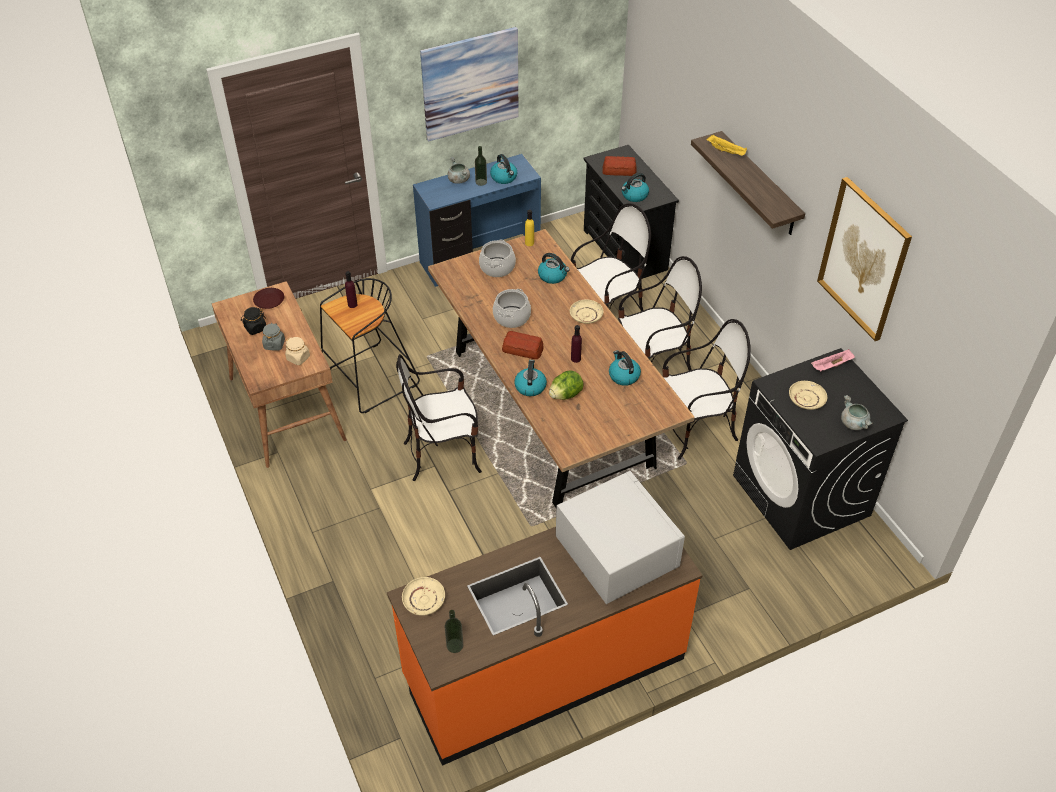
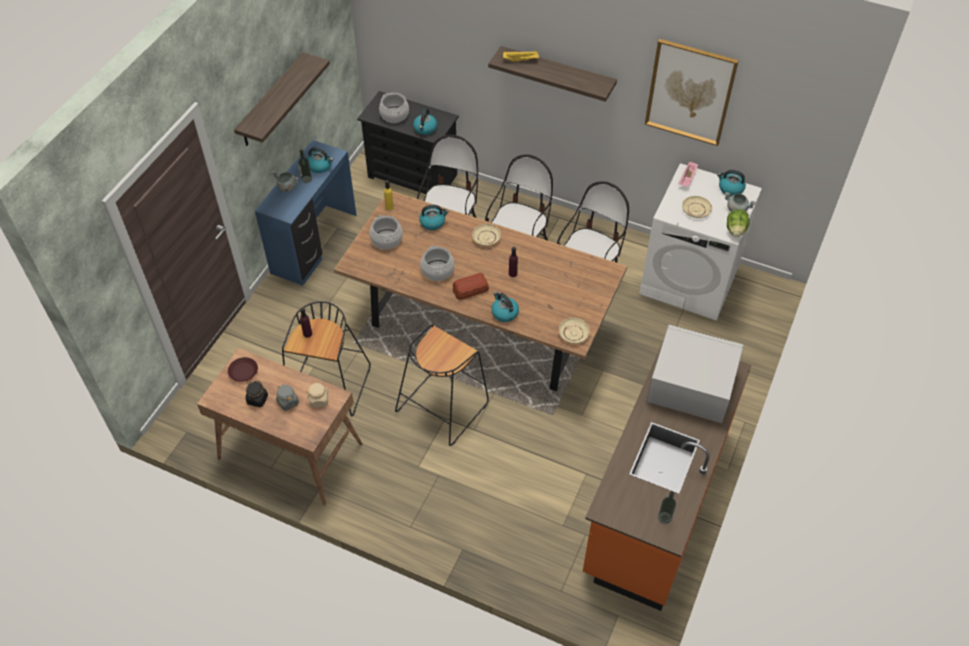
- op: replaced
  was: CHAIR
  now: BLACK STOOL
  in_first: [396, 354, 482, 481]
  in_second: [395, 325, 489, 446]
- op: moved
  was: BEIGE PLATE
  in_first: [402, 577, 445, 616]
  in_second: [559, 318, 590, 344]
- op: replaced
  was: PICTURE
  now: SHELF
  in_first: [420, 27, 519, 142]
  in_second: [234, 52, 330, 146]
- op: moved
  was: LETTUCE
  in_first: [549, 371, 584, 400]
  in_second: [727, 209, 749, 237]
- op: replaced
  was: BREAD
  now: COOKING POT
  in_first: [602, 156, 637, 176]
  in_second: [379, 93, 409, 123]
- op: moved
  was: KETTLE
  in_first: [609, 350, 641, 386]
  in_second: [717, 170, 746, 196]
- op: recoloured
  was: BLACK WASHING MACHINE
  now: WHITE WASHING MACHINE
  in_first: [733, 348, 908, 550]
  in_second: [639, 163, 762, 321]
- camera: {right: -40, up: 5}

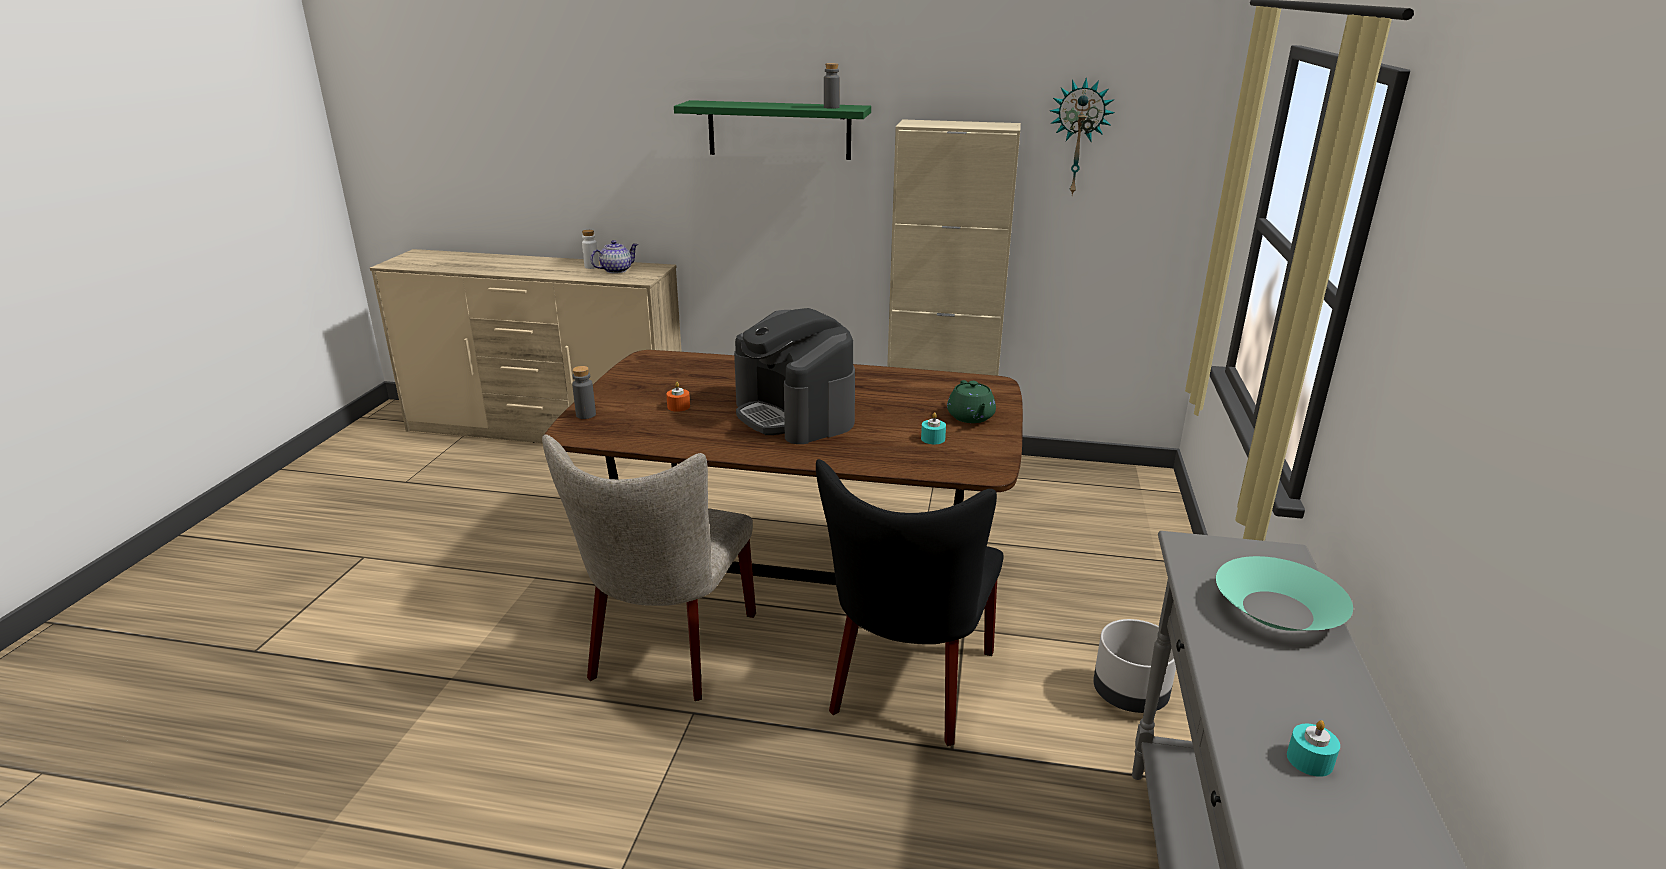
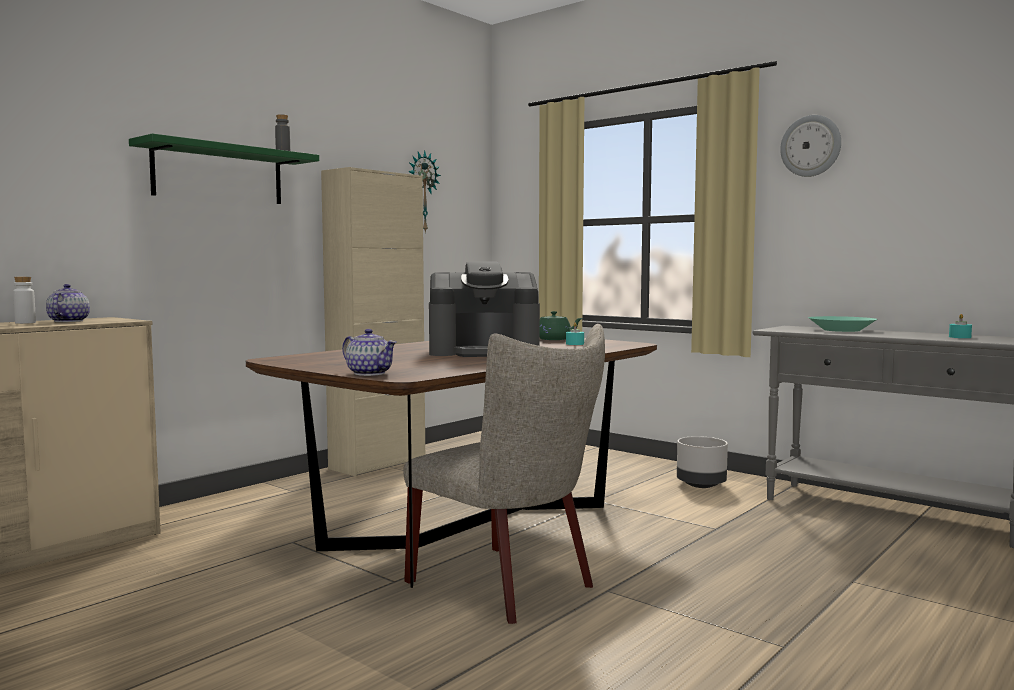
- op: replaced
  was: GREY BOTTLE
  now: TEAPOT
  in_first: [572, 366, 596, 419]
  in_second: [342, 329, 397, 376]
- op: removed
  was: ORANGE CANDLE
  in_first: [666, 382, 690, 412]
- op: removed
  was: BLACK CHAIR
  in_first: [816, 459, 1003, 746]
- op: added
  now: WALL CLOCK
  in_second: [780, 115, 841, 177]
- camera: {right: -60, up: -20}

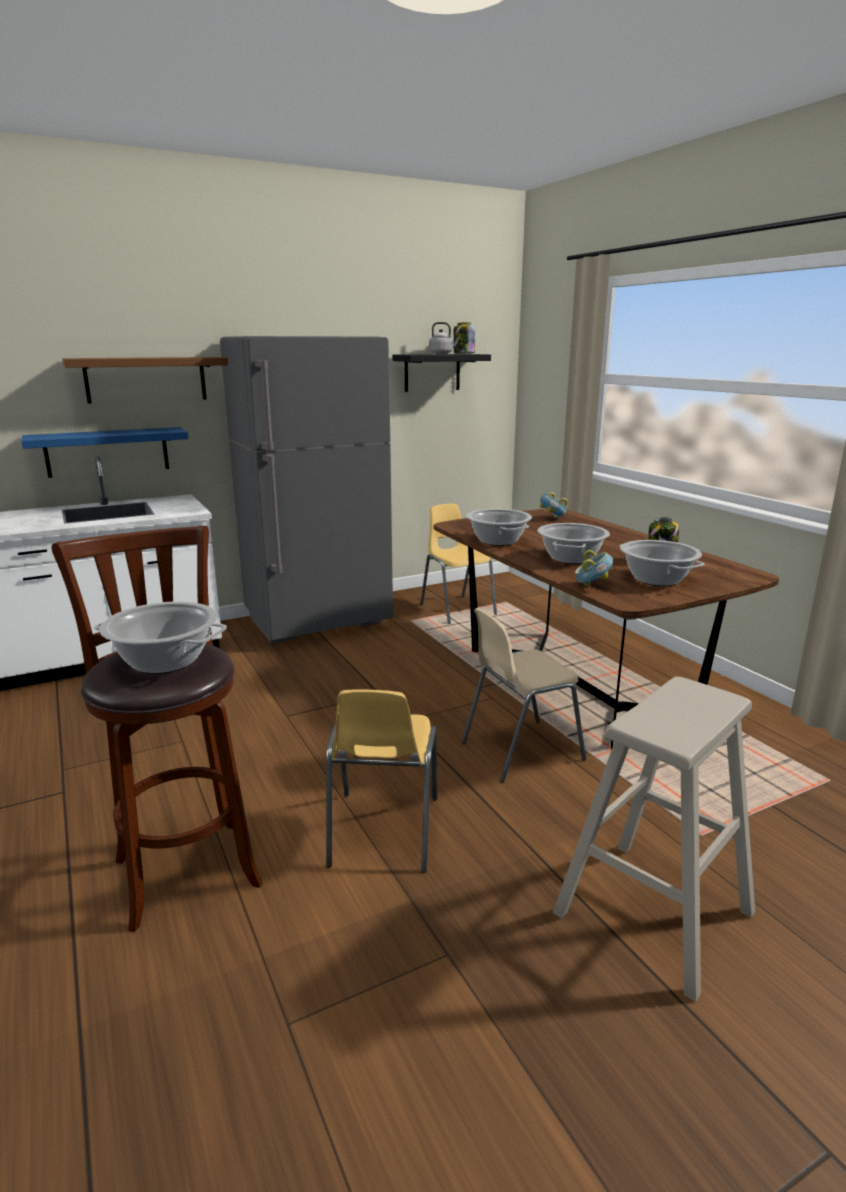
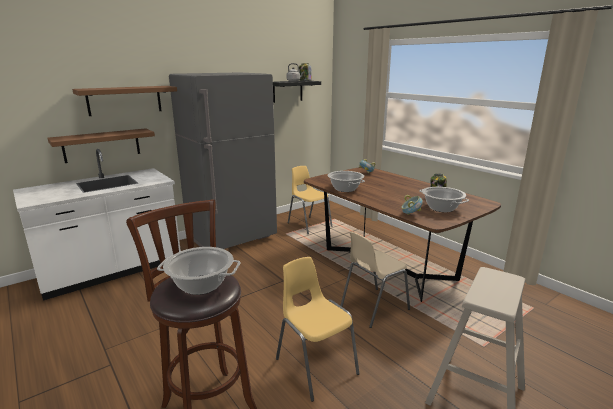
- op: recoloured
  was: BLUE SHELF
  now: BROWN SHELF
  in_first: [21, 427, 188, 478]
  in_second: [47, 128, 155, 163]
- op: turned
  was: YELLOW CHAIR
  in_first: [326, 689, 437, 873]
  in_second: [276, 257, 359, 402]
  clockwise: 150
- op: removed
  was: COOKING POT
  in_first: [537, 523, 610, 564]
- camera: {right: -10, up: 0}

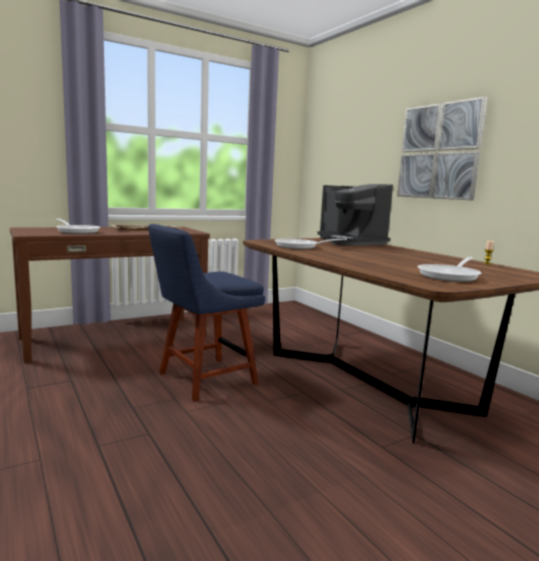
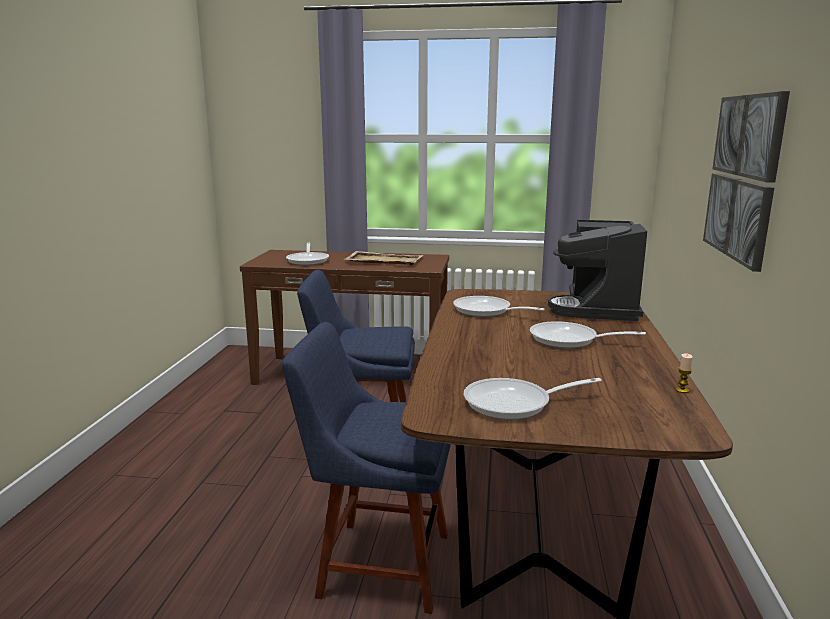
- op: added
  now: BLUE CHAIR
  in_second: [282, 322, 451, 614]
- op: added
  now: FRYING PAN
  in_second: [530, 321, 646, 348]
- camera: {right: 40, up: 5}

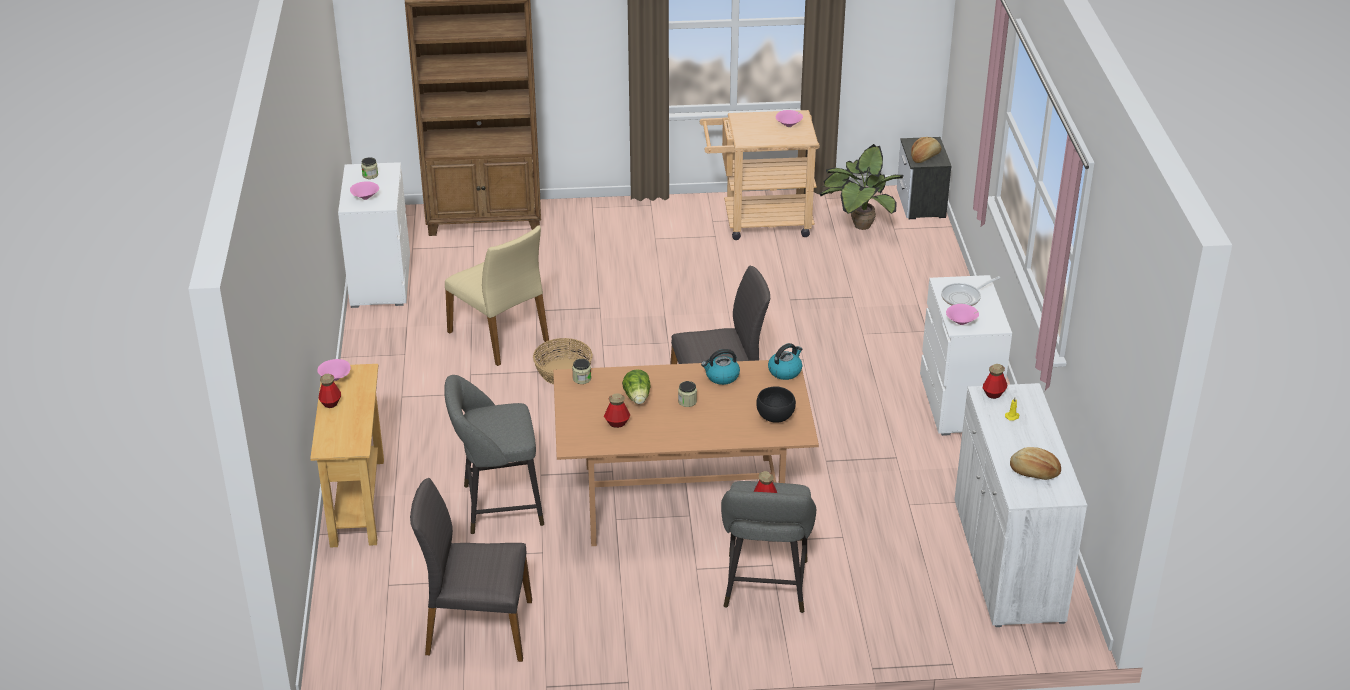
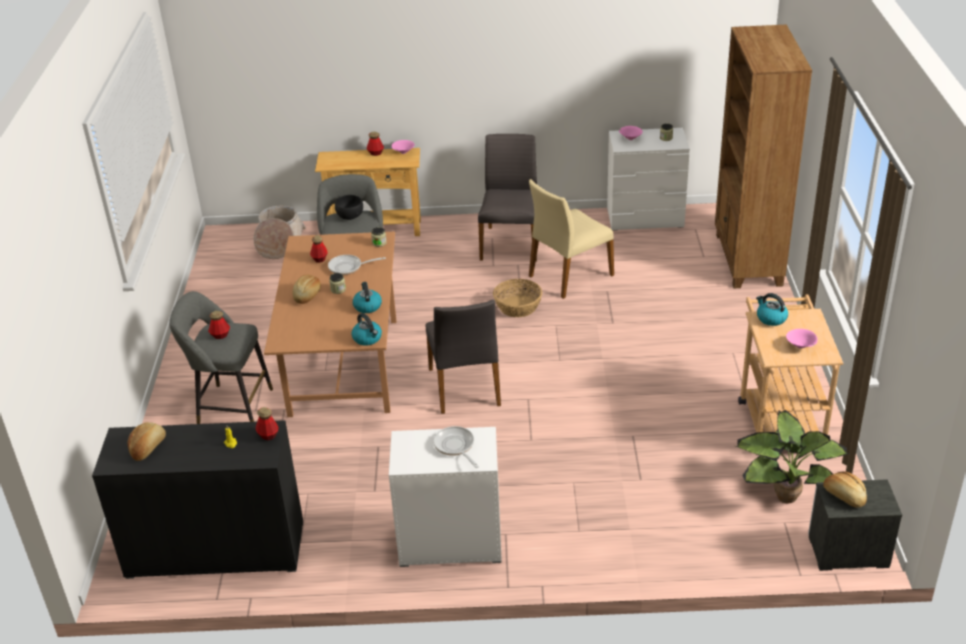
- op: moved
  was: GREY CHAIR
  in_first: [410, 478, 532, 662]
  in_second: [478, 134, 537, 262]
- op: replaced
  was: LETTUCE
  now: FRYING PAN
  in_first: [622, 369, 651, 404]
  in_second: [328, 255, 386, 275]
- op: moved
  was: BLACK BOWL
  in_first: [756, 386, 796, 423]
  in_second: [335, 195, 363, 220]
- op: removed
  was: PINK BOWL
  in_first: [946, 304, 979, 325]
- op: recoloured
  was: WHITE CABINET
  now: BLACK CABINET
  in_first: [954, 383, 1087, 627]
  in_second: [92, 420, 303, 579]
- op: added
  now: BASKET
  in_second: [253, 206, 306, 259]
- op: added
  now: BREAD
  in_second: [292, 275, 321, 304]
- op: added
  now: KETTLE
  in_second: [756, 293, 788, 326]
- camera: {right: 95, up: 0}

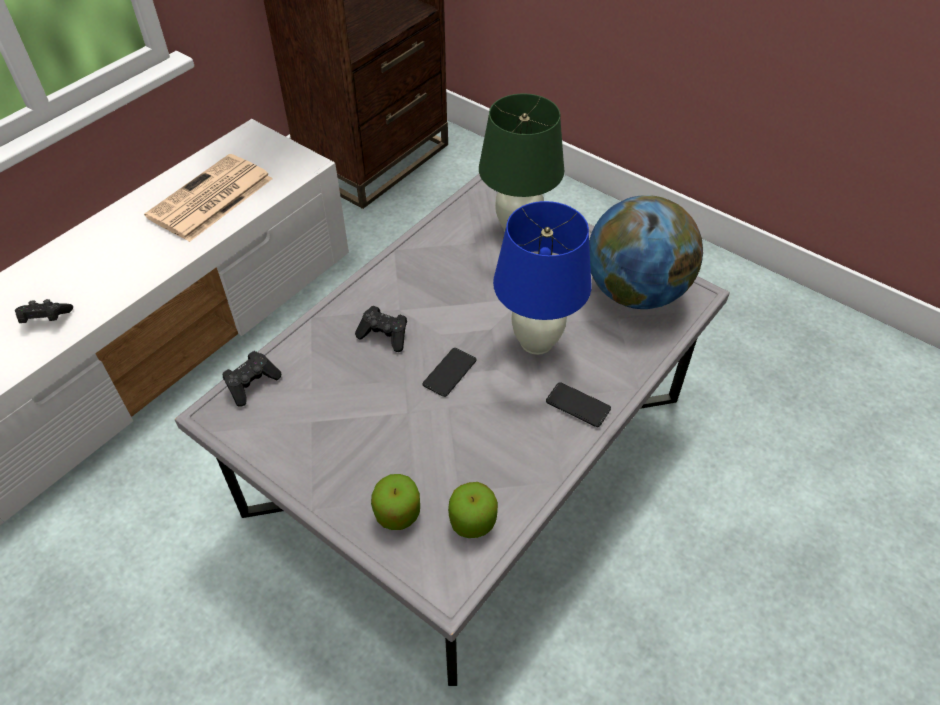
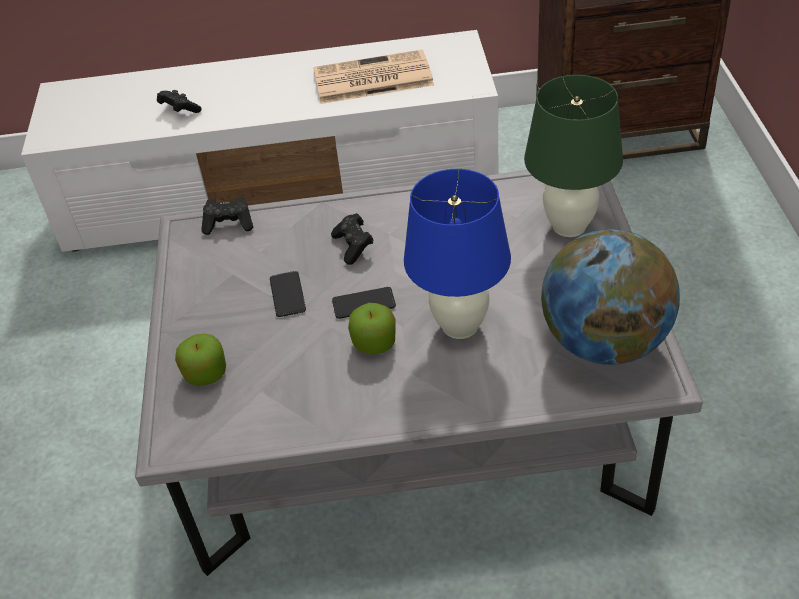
- op: moved
  was: APPLE
  in_first: [448, 482, 498, 538]
  in_second: [348, 303, 396, 354]
- op: moved
  was: PHONE
  in_first: [546, 382, 611, 427]
  in_second: [270, 271, 306, 317]
- camera: {right: 50, up: -5}

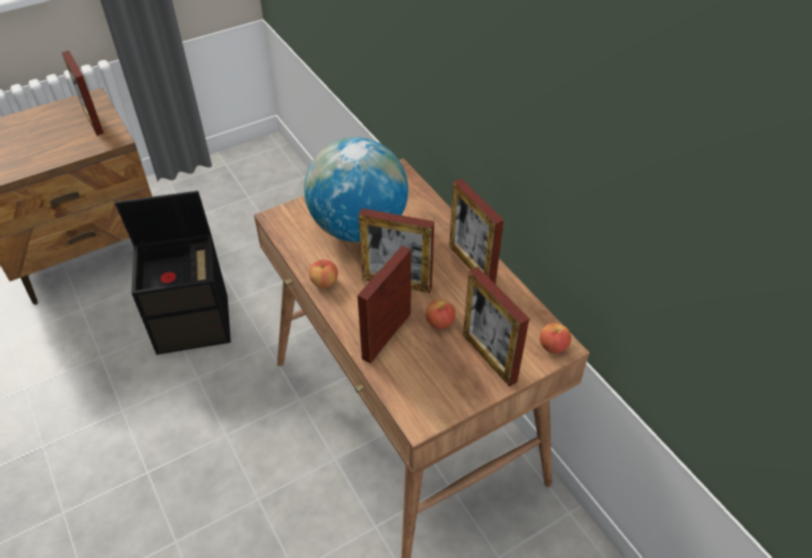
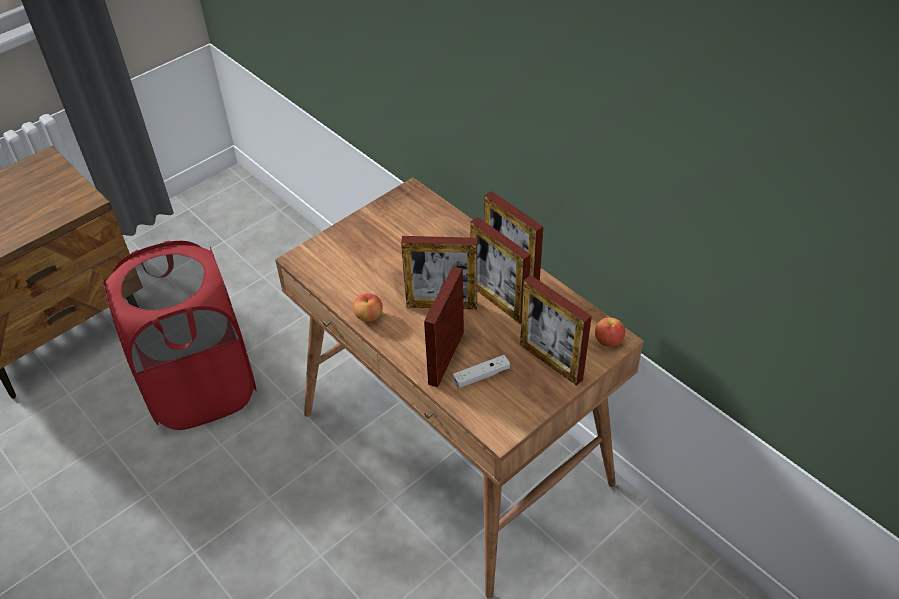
- op: moved
  was: PICTURE FRAME
  in_first: [62, 51, 104, 135]
  in_second: [470, 217, 531, 324]
- op: replaced
  was: BLACK STORAGE BOX
  now: RED LAUNDRY BASKET
  in_first: [115, 191, 231, 355]
  in_second: [103, 241, 257, 430]
- op: removed
  was: GLOBE
  in_first: [304, 137, 408, 242]
- op: removed
  was: APPLE
  in_first: [425, 299, 456, 329]
- op: added
  now: WHITE GAME CONTROLLER
  in_second: [453, 355, 510, 388]
- camera: {right: -10, up: 0}

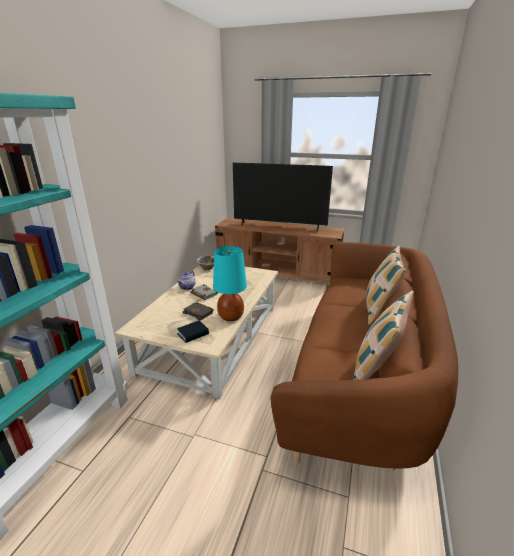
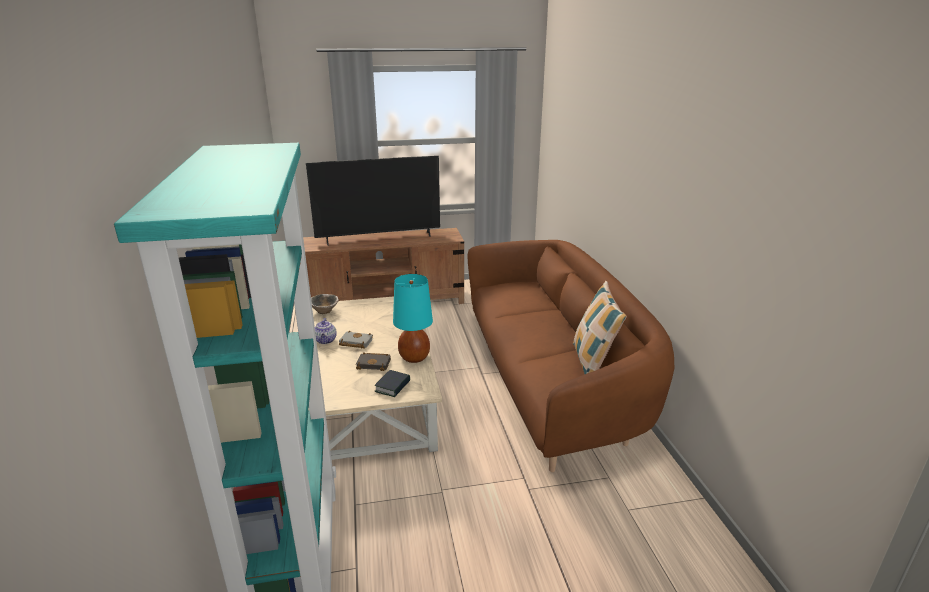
- op: removed
  was: PILLOW
  in_first: [366, 246, 406, 325]
- camera: {right: -30, up: 0}

